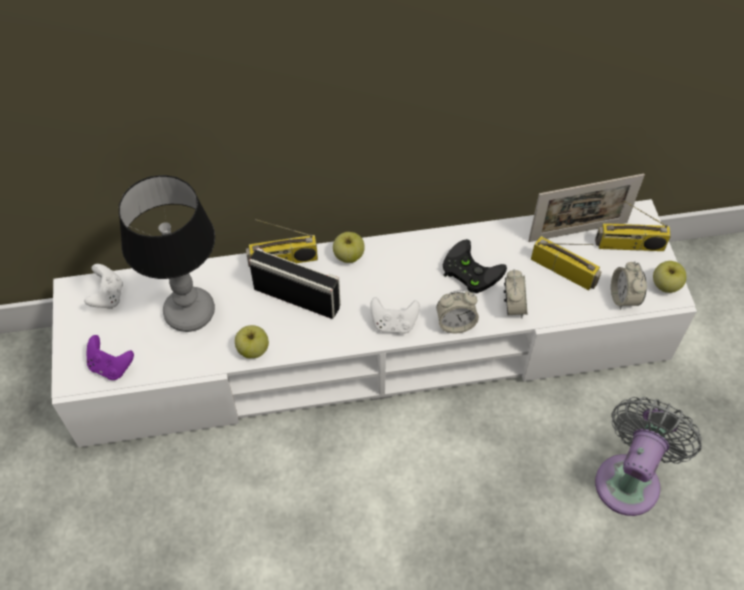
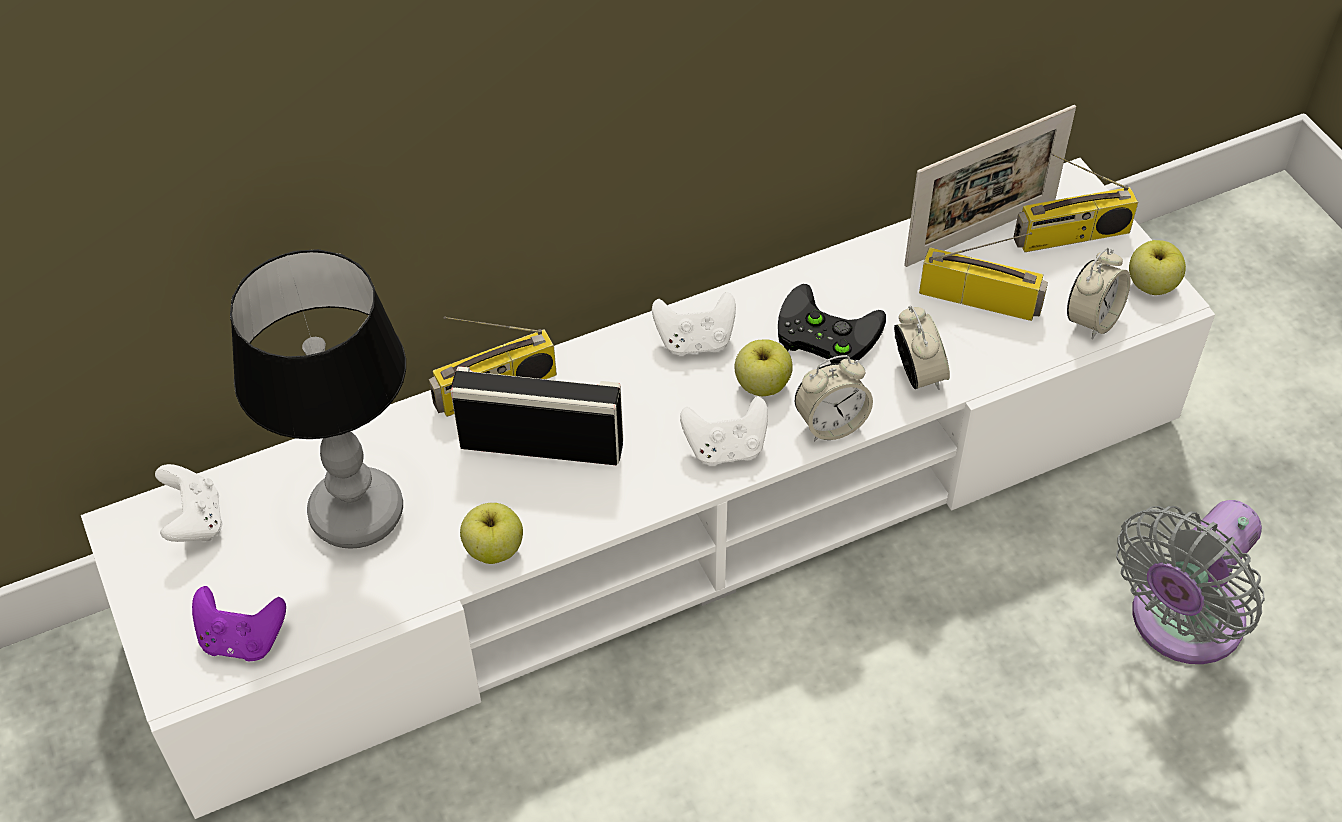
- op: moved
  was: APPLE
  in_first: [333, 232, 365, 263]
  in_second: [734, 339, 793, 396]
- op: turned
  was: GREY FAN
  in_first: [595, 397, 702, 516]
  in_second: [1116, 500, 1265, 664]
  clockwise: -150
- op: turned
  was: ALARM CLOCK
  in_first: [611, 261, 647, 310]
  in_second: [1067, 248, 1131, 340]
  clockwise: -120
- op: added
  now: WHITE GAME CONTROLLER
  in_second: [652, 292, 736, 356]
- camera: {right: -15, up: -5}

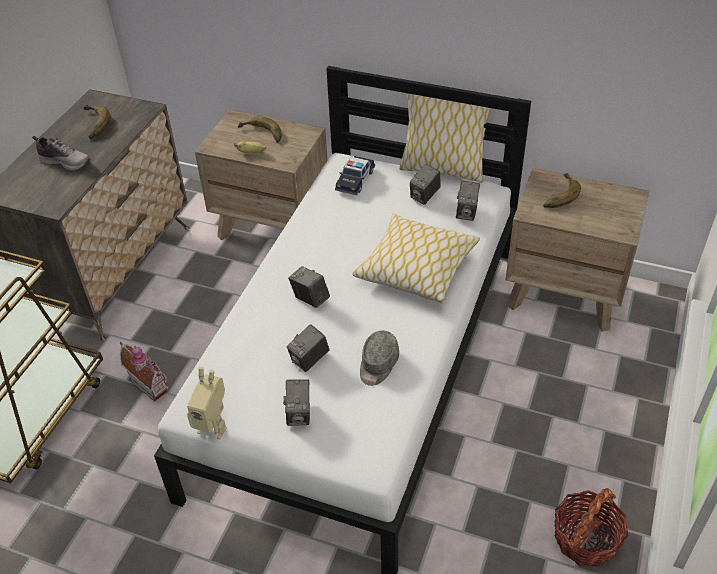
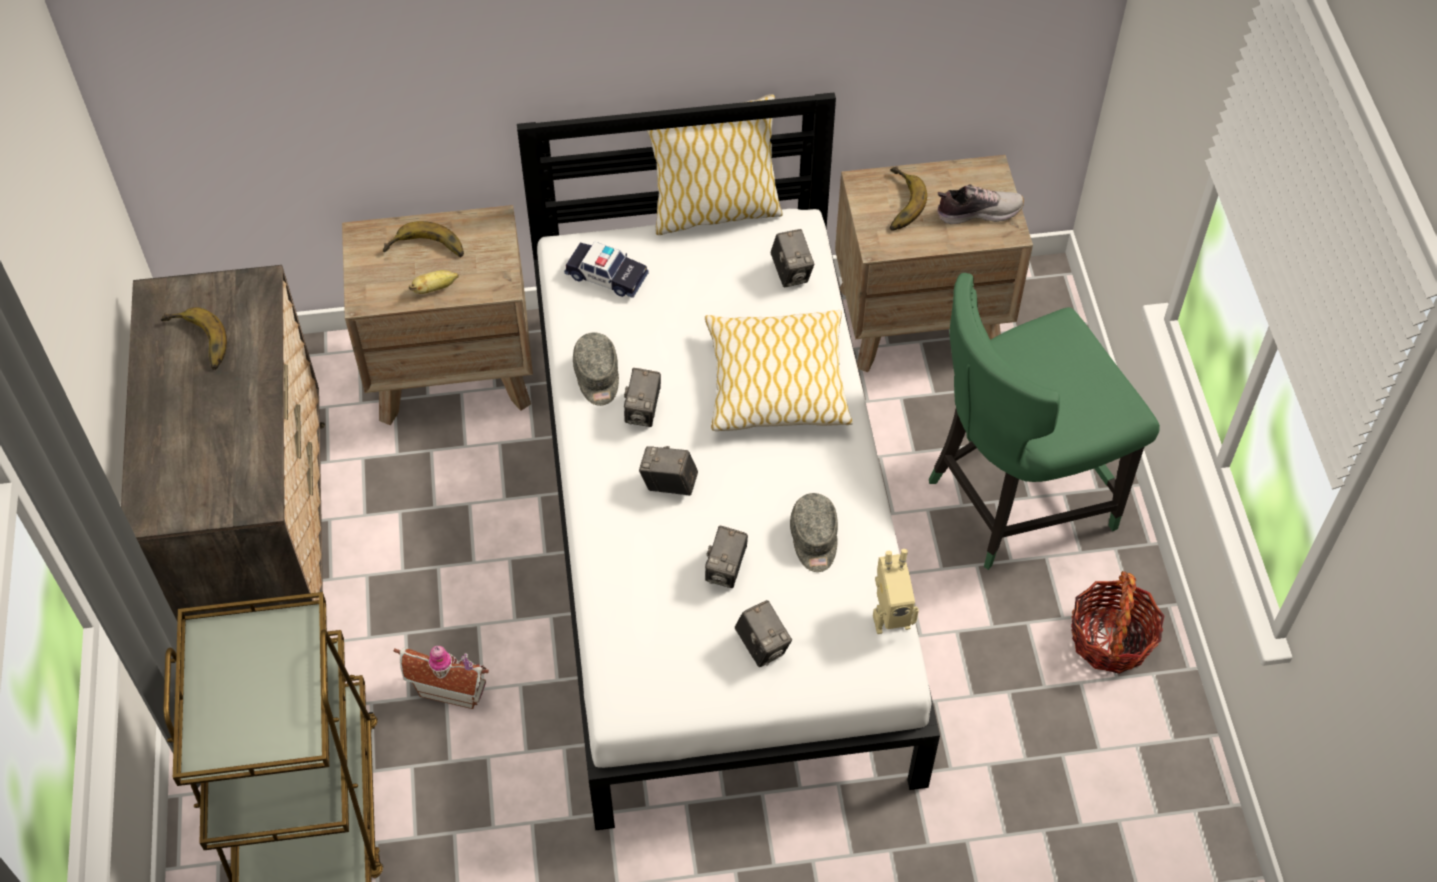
- op: moved
  was: SHOE
  in_first: [32, 136, 91, 171]
  in_second: [937, 184, 1024, 224]
- op: moved
  was: TOY ROBOT
  in_first: [187, 367, 227, 439]
  in_second: [873, 549, 919, 634]
- op: turned
  was: TOY CAR
  in_first: [335, 156, 375, 195]
  in_second: [564, 241, 649, 298]
  clockwise: -60
- op: moved
  was: PHOTO CAMERA
  in_first: [410, 164, 441, 205]
  in_second: [624, 368, 661, 427]
- op: added
  now: GREY CAP
  in_second: [573, 333, 619, 406]
- op: added
  now: GREEN CHAIR
  in_second: [929, 273, 1160, 570]
- camera: {right: -30, up: 10}

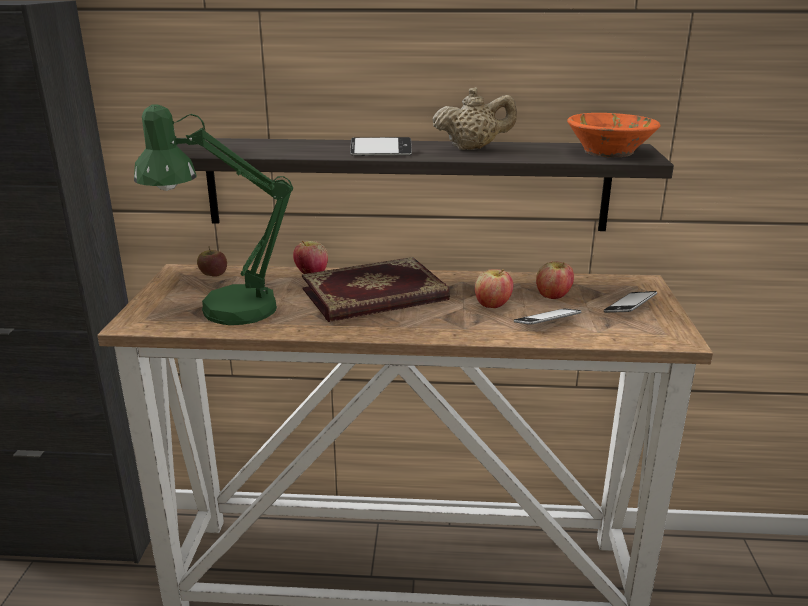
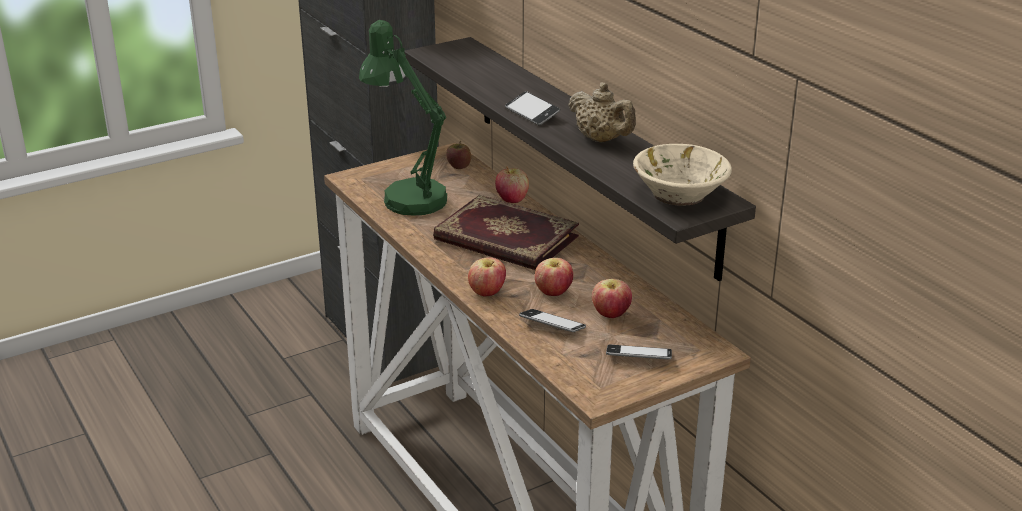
- op: recoloured
  was: ORANGE BOWL
  now: BEIGE BOWL
  in_first: [567, 113, 661, 157]
  in_second: [633, 144, 732, 206]
- op: added
  now: APPLE
  in_second: [468, 257, 506, 297]
- camera: {right: 55, up: 5}

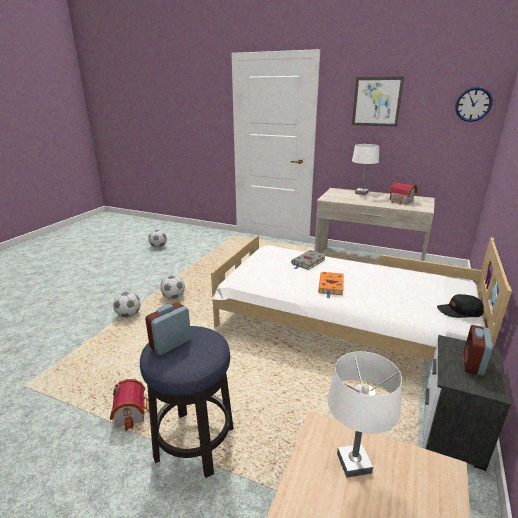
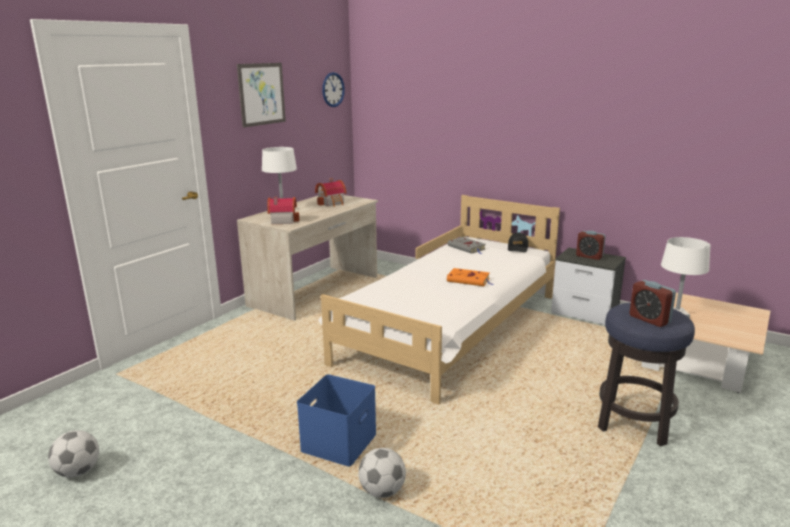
- op: moved
  was: TOY HOUSE
  in_first: [110, 379, 150, 431]
  in_second: [267, 197, 299, 224]
- op: replaced
  was: FOOTBALL
  now: BLUE STORAGE BOX
  in_first: [160, 275, 185, 299]
  in_second: [297, 374, 376, 466]
- op: moved
  was: GREY BOOK
  in_first: [291, 250, 326, 270]
  in_second: [448, 237, 486, 254]
- camera: {right: -80, up: -5}

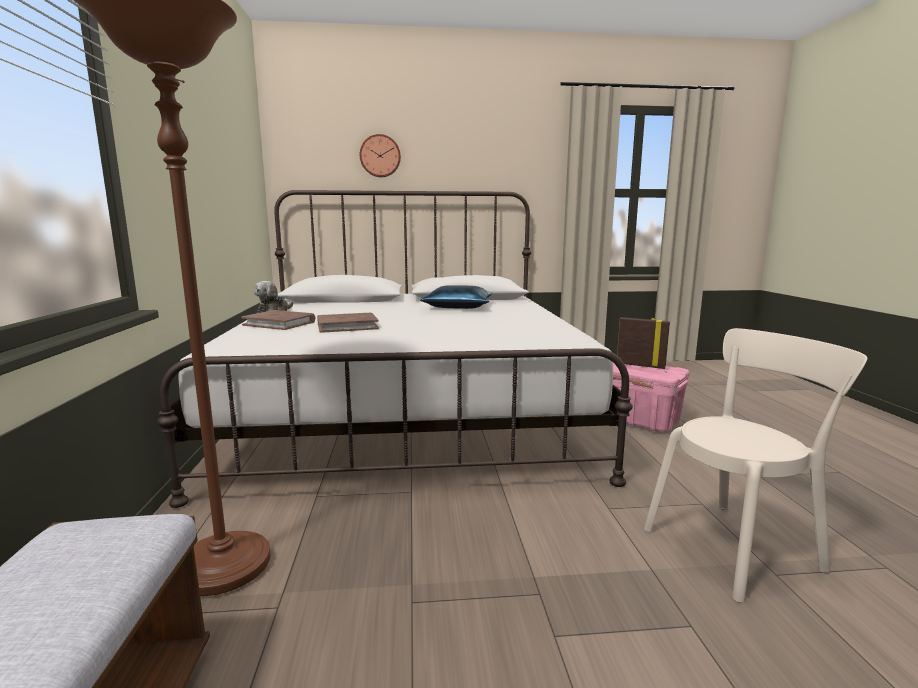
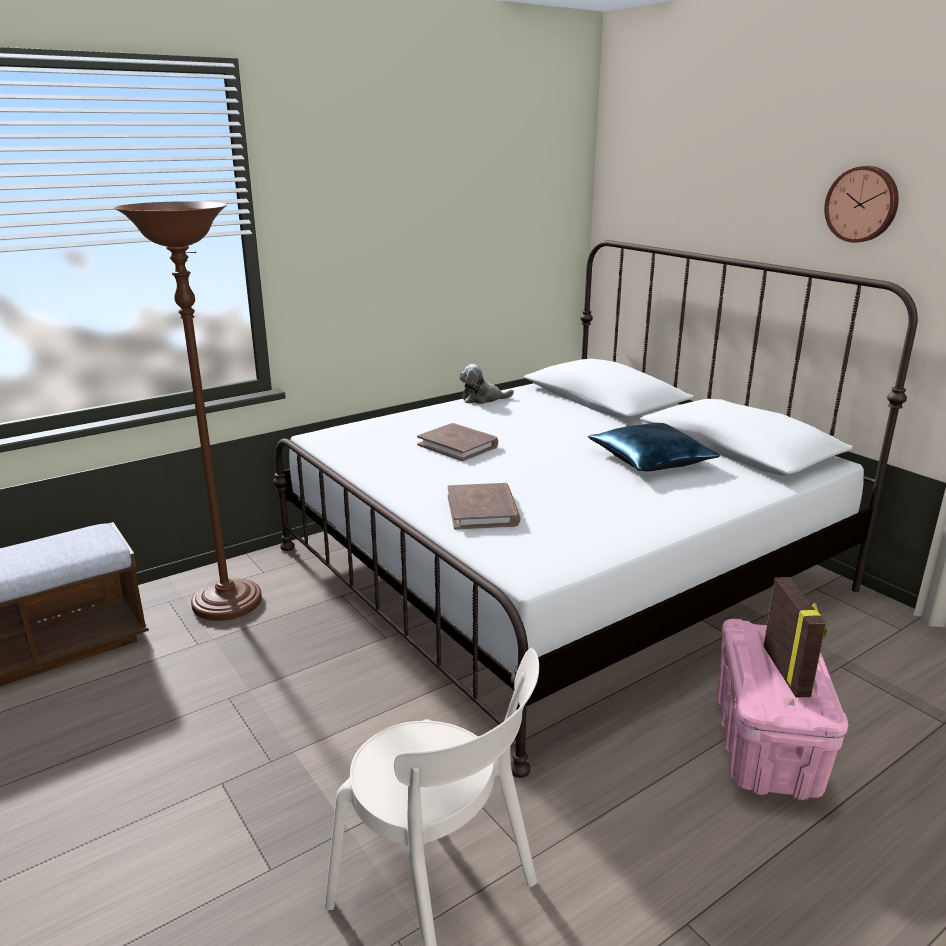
- op: moved
  was: BROWN BOOK
  in_first: [241, 310, 315, 330]
  in_second: [448, 483, 521, 530]
- op: moved
  was: WALL CLOCK
  in_first: [360, 134, 401, 177]
  in_second: [824, 166, 899, 243]
- camera: {right: 60, up: 10}

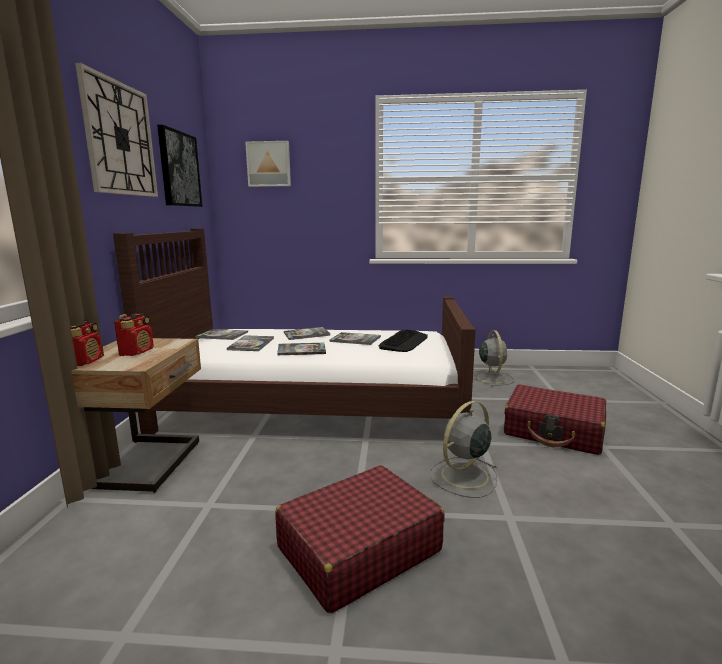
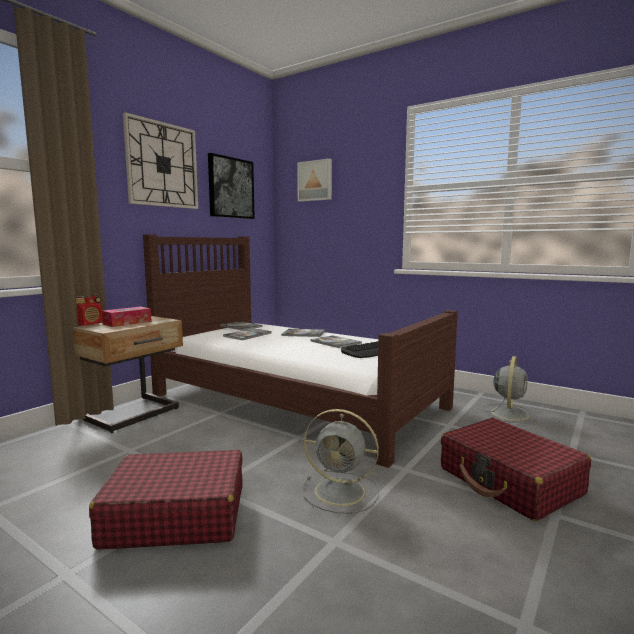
- op: replaced
  was: RADIO
  now: TISSUE BOX
  in_first: [114, 313, 154, 356]
  in_second: [102, 307, 152, 327]
- op: removed
  was: BOOK
  in_first: [277, 343, 326, 355]
- op: turned
  was: GREY FAN
  in_first: [430, 401, 497, 498]
  in_second: [303, 409, 379, 514]
  clockwise: -150
- camera: {right: 30, up: -5}

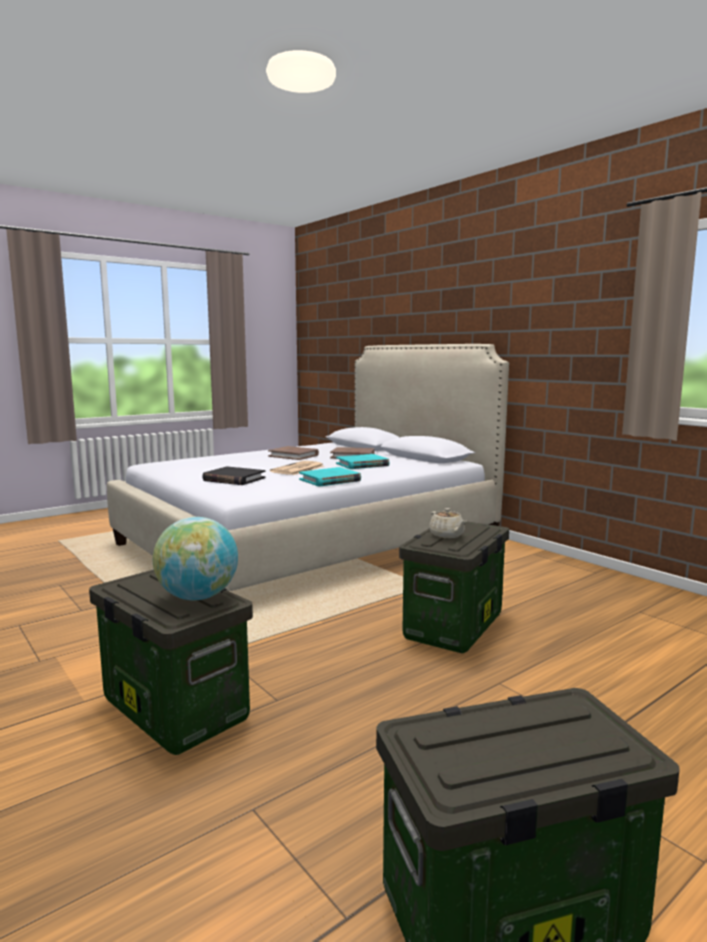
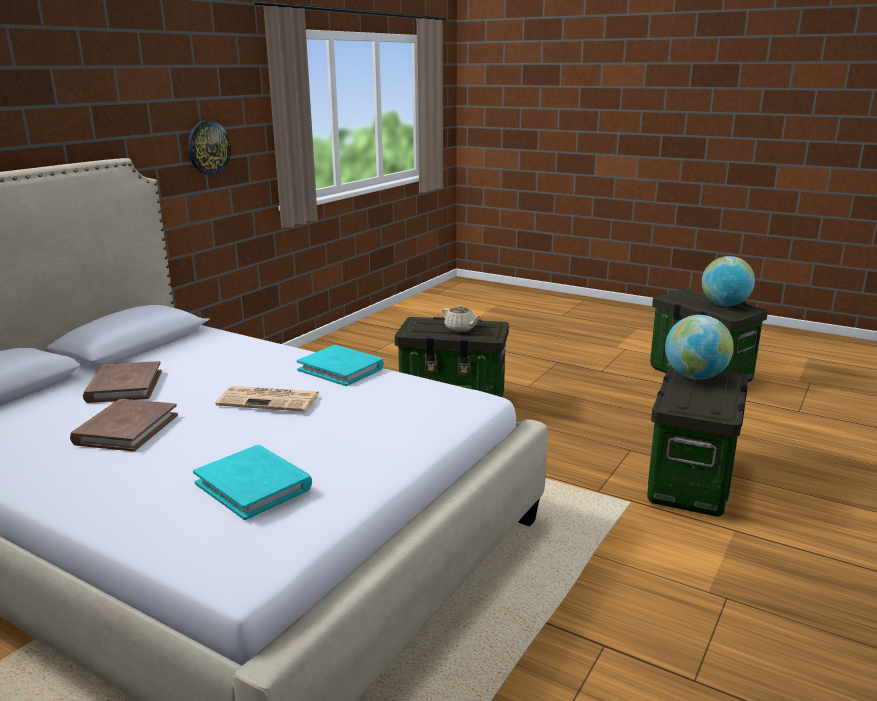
- op: removed
  was: BLACK BOOK
  in_first: [202, 467, 266, 485]
- op: moved
  was: TURQUOISE BOOK
  in_first: [336, 454, 390, 469]
  in_second: [193, 445, 312, 520]
- op: turned
  was: BEIGE TEAPOT
  in_first: [429, 508, 467, 538]
  in_second: [442, 305, 481, 332]
  clockwise: 90
- op: added
  now: WALL CLOCK
  in_second: [188, 120, 231, 175]
- op: added
  now: GLOBE
  in_second: [702, 256, 755, 306]
- camera: {right: -110, up: 10}

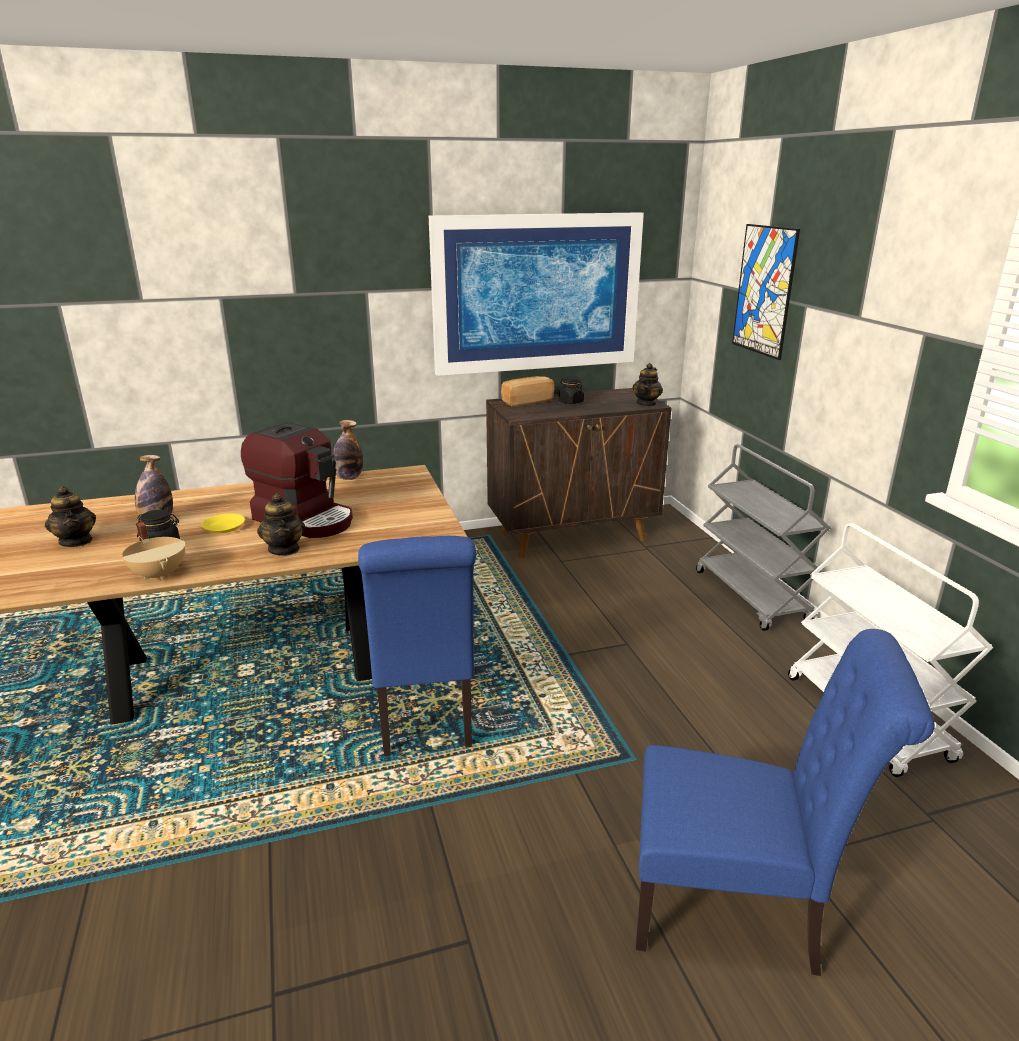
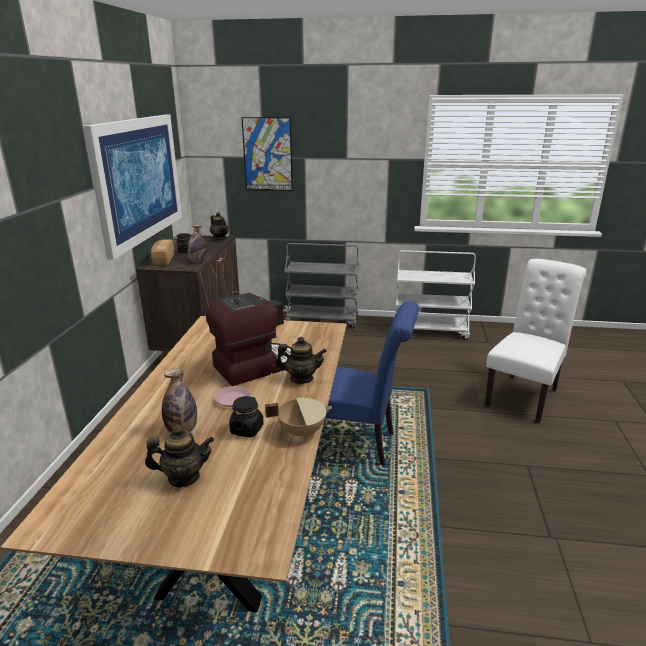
- op: recoloured
  was: YELLOW PLATE
  now: PINK PLATE
  in_first: [201, 514, 245, 533]
  in_second: [214, 386, 251, 407]
- op: moved
  was: BOTTLE
  in_first: [333, 420, 363, 480]
  in_second: [187, 225, 207, 263]
- op: recoloured
  was: BLUE CHAIR
  now: WHITE CHAIR
  in_first: [636, 629, 935, 976]
  in_second: [485, 259, 587, 424]
- camera: {right: -65, up: 0}

